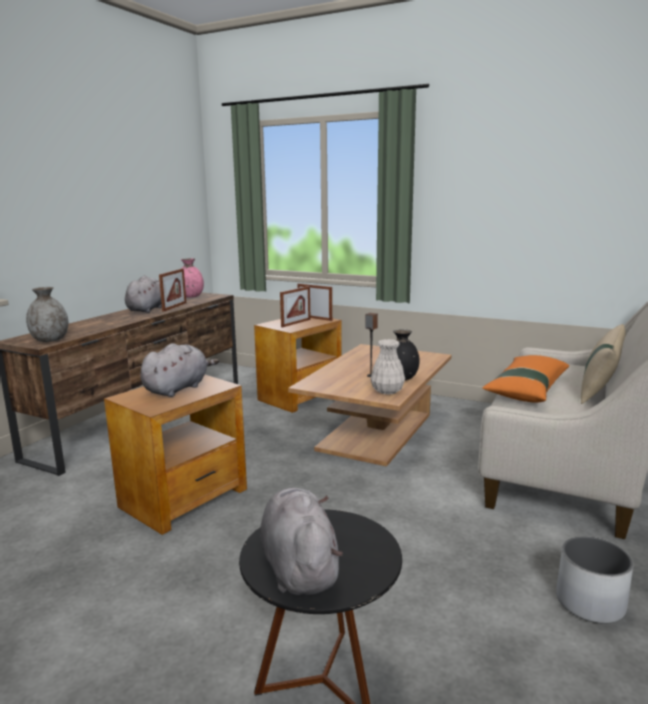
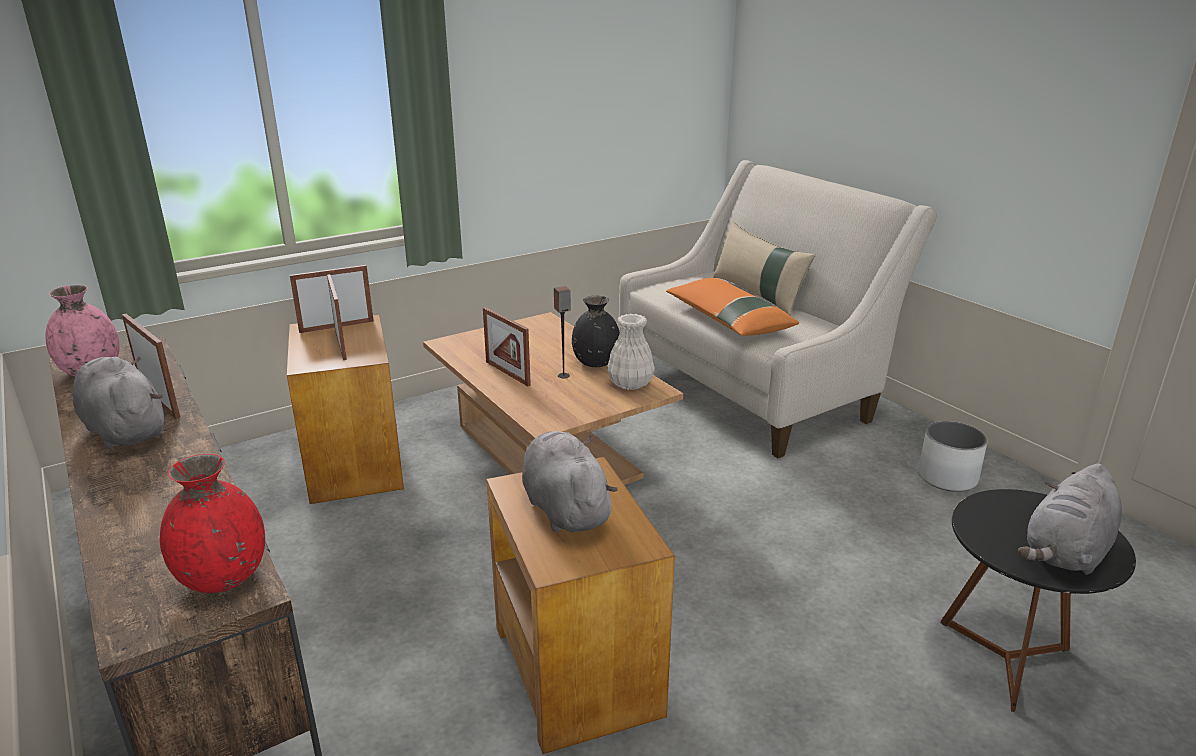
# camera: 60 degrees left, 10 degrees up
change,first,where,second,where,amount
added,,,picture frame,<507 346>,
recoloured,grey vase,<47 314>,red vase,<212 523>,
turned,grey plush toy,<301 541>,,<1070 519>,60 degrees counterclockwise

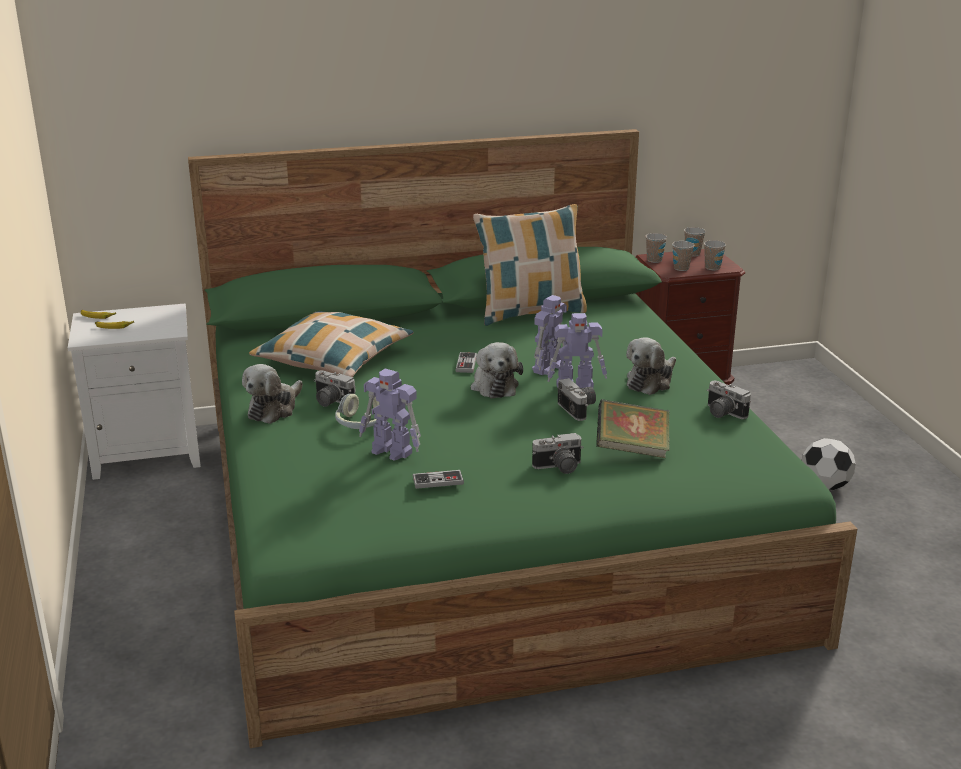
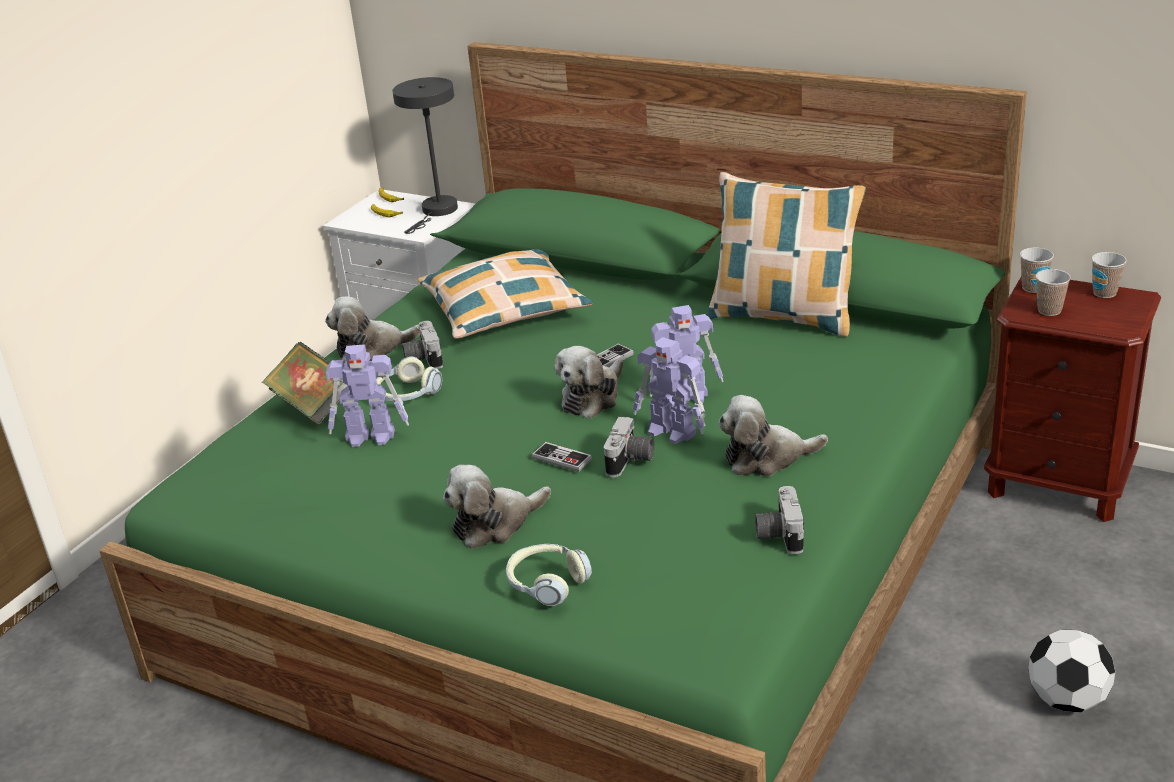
# camera: 45 degrees right, 5 degrees up
change,first,where,second,where,amount
removed,cup,<715 255>,,,
added,,,grey table lamp,<425 155>,
added,,,headphones,<549 575>,
moved,game controller,<438 479>,,<562 457>,
moved,book,<633 428>,,<305 383>,
replaced,photo camera,<557 453>,plush toy,<497 507>,
turned,toy robot,<390 414>,,<367 396>,75 degrees counterclockwise

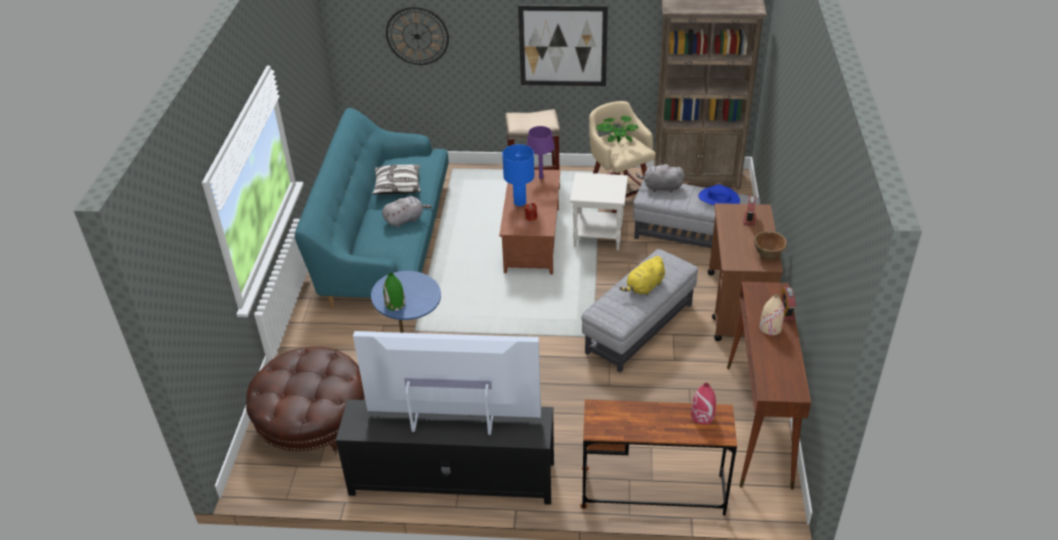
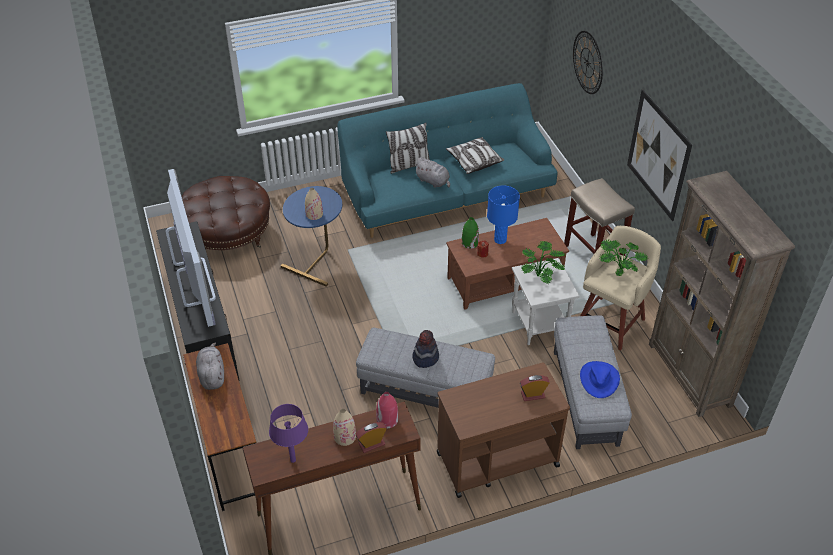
# camera: 65 degrees right, 5 degrees up
change,first,where,second,where,amount
removed,brown bowl,<770 245>,,,
added,,,beige vase,<314 204>,
added,,,pillow,<408 148>,
added,,,potted plant,<543 262>,
moved,green vase,<394 292>,,<470 233>,
moved,purple table lamp,<541 152>,,<288 433>,
moved,grey plush toy,<660 178>,,<210 366>,
moved,red vase,<703 403>,,<387 410>,
replaced,yellow plush toy,<642 275>,hat,<425 349>,

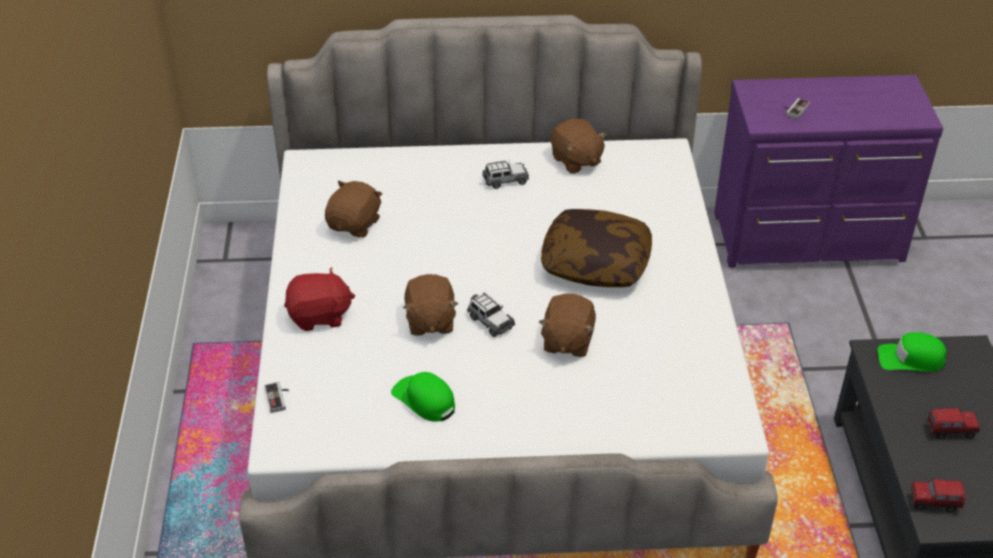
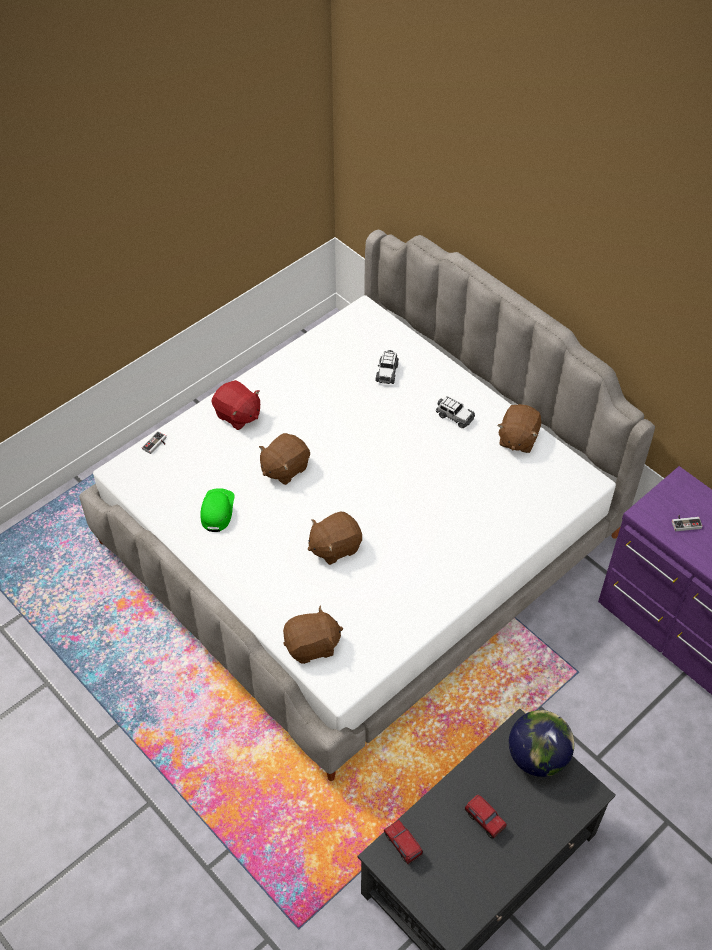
# camera: 50 degrees right, 10 degrees up
change,first,where,second,where,amount
removed,pillow,<596 248>,,,
moved,brown plush toy,<353 208>,,<313 634>,
moved,toy car,<491 314>,,<387 367>,
replaced,green cap,<912 352>,globe,<541 743>,

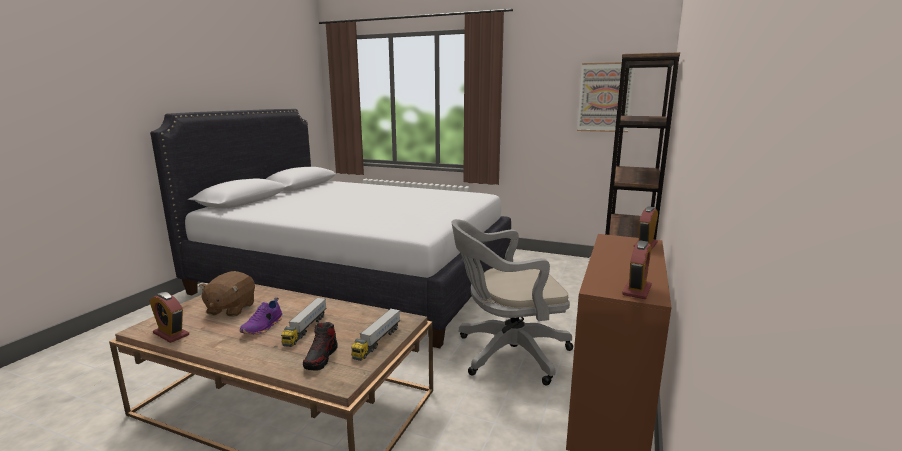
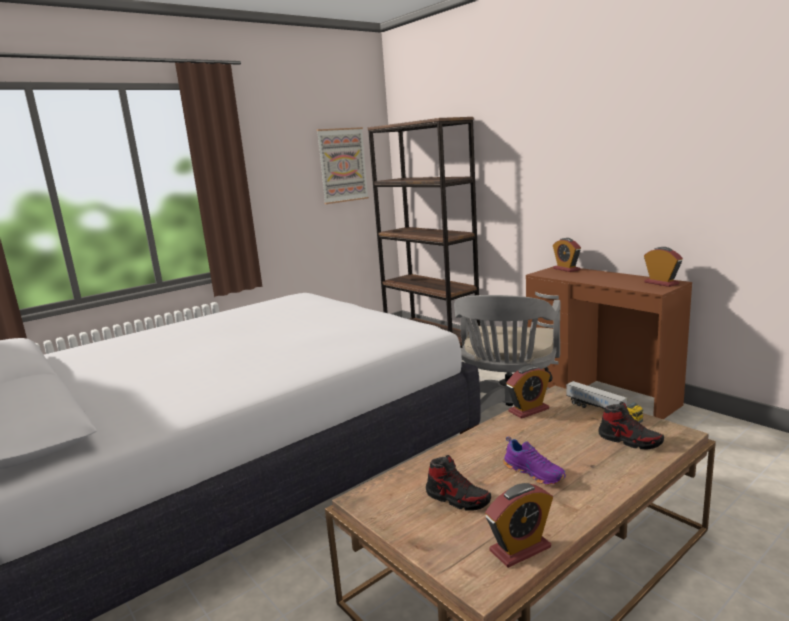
# camera: 60 degrees left, 0 degrees up
change,first,where,second,where,amount
removed,toy truck,<304 322>,,,
added,,,alarm clock,<528 392>,
replaced,brown plush toy,<227 294>,shoe,<458 483>,

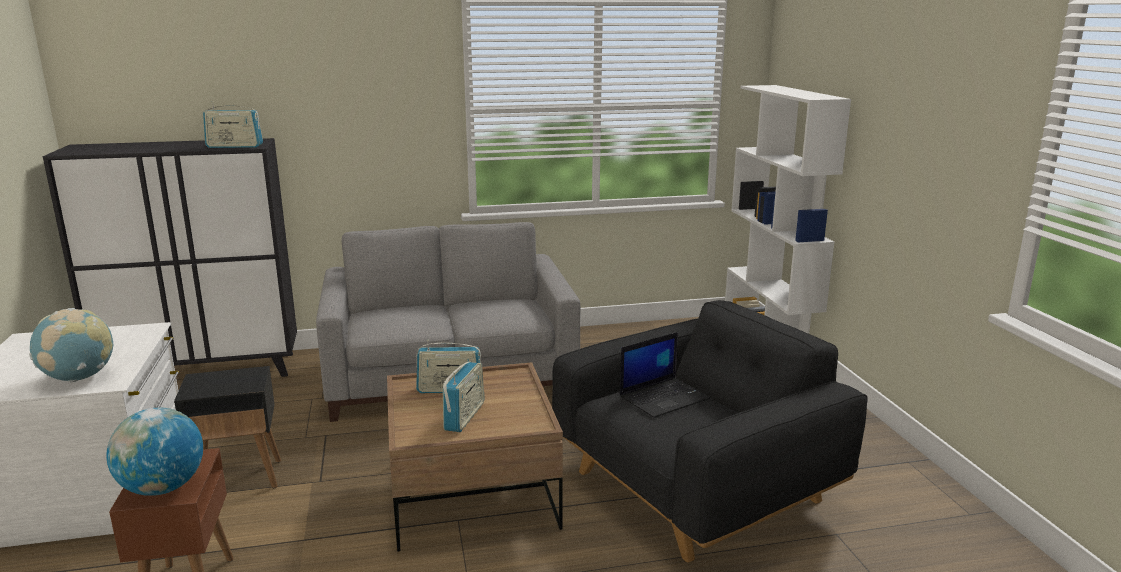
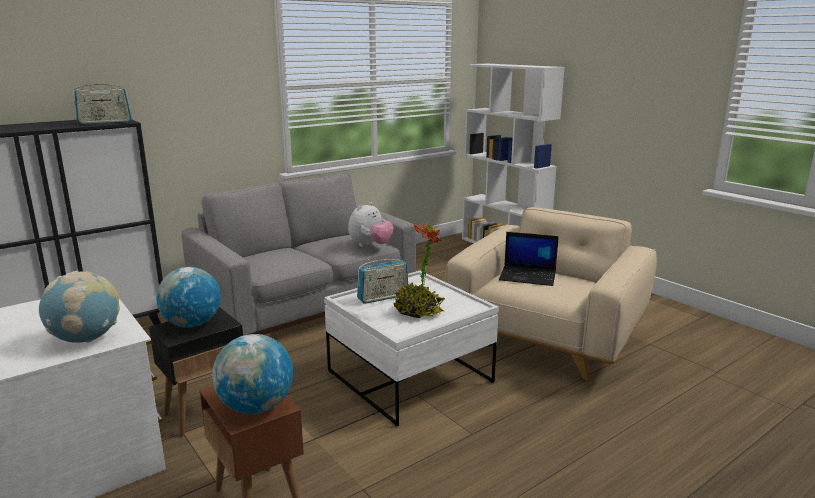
# camera: 25 degrees left, 0 degrees up
change,first,where,second,where,amount
added,,,globe,<188 297>,
added,,,plush toy,<371 224>,
replaced,radio,<463 396>,potted plant,<419 270>,
recoloured,brown coffee table,<475 457>,white coffee table,<411 348>,
recoloured,black armchair,<710 431>,beige armchair,<551 294>,
turned,laptop,<665 375>,,<529 259>,75 degrees clockwise

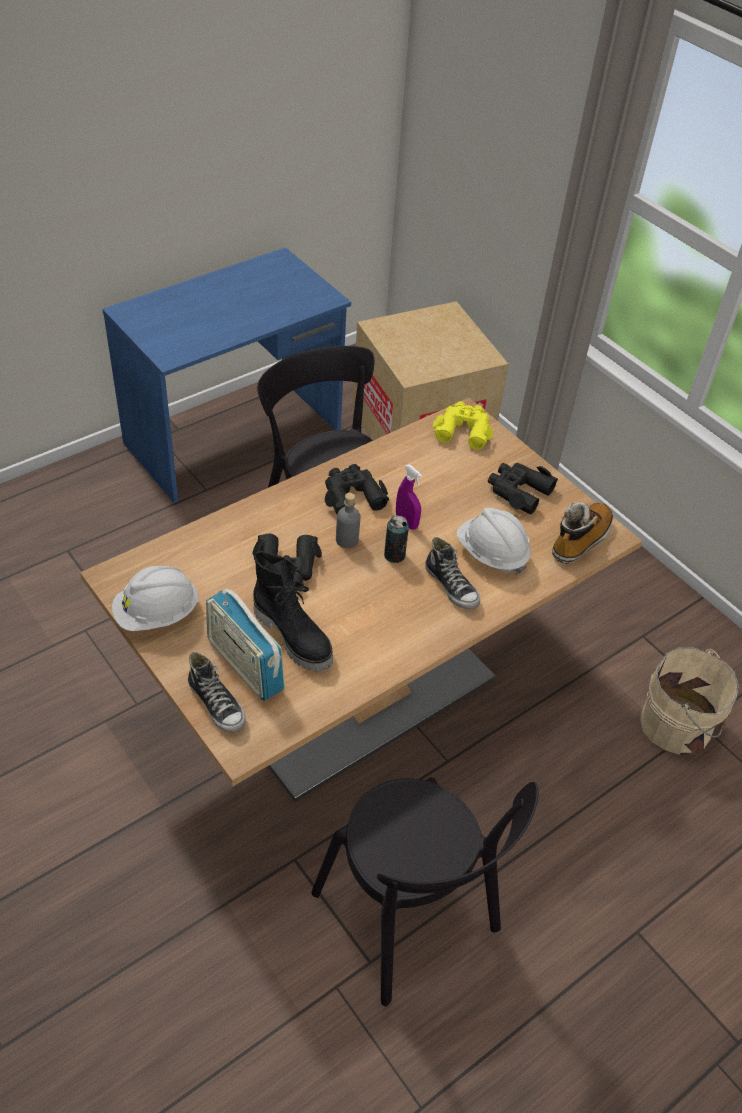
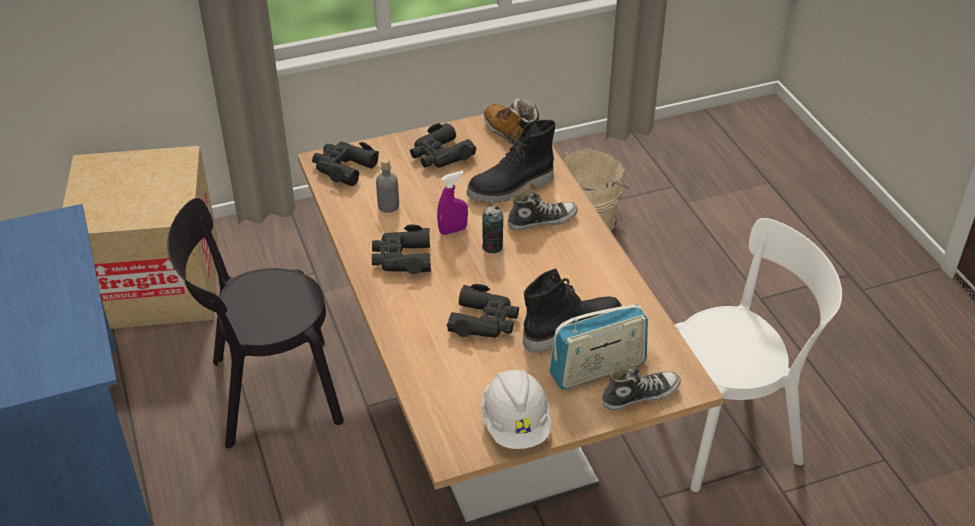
# camera: 70 degrees left, 5 degrees down
change,first,where,second,where,amount
moved,grey bottle,<348 520>,,<387 185>,
replaced,white hard hat,<494 541>,black boot,<511 161>,
recoloured,black chair,<424 891>,white chair,<758 355>,
recoloured,yellow binoculars,<463 426>,black binoculars,<345 164>,

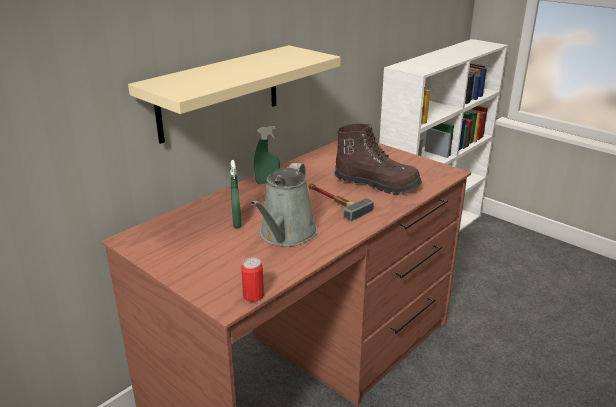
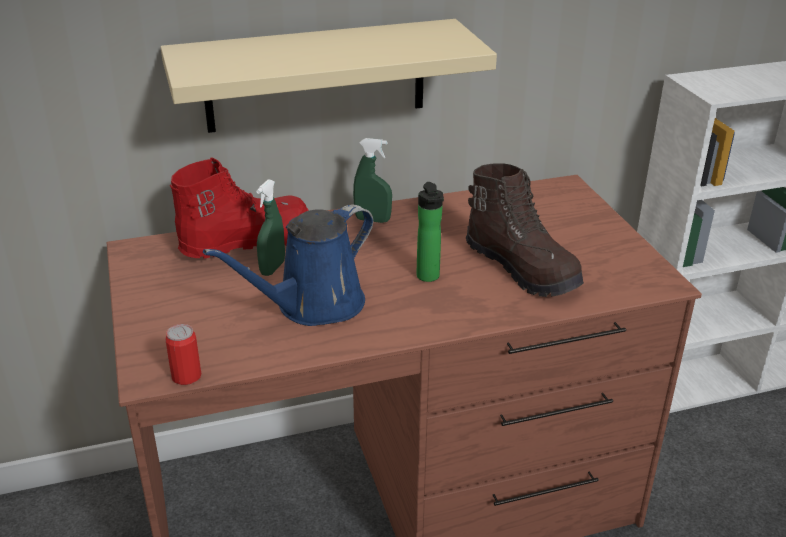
# camera: 30 degrees right, 5 degrees up
change,first,where,second,where,amount
added,,,red boot,<239 207>,
replaced,hammer,<341 202>,bottle,<430 232>,
recoloured,grey watering can,<284 205>,blue watering can,<288 265>,

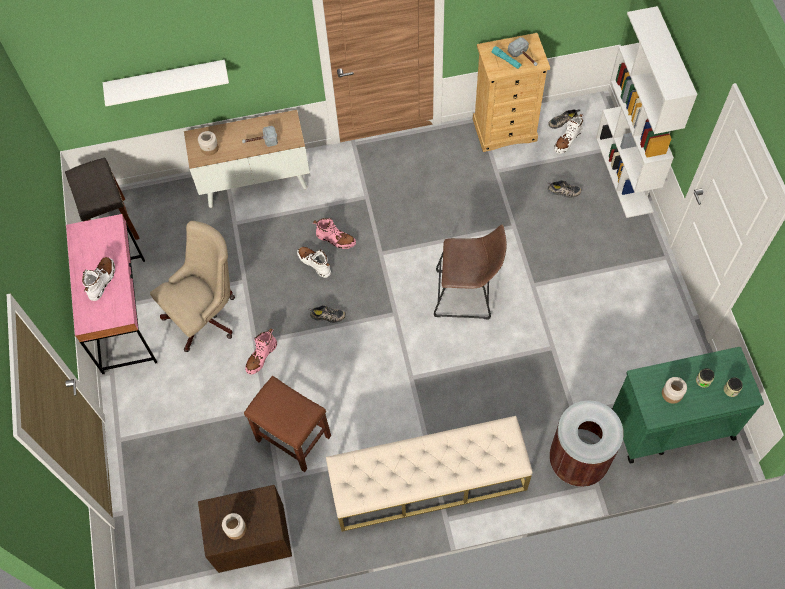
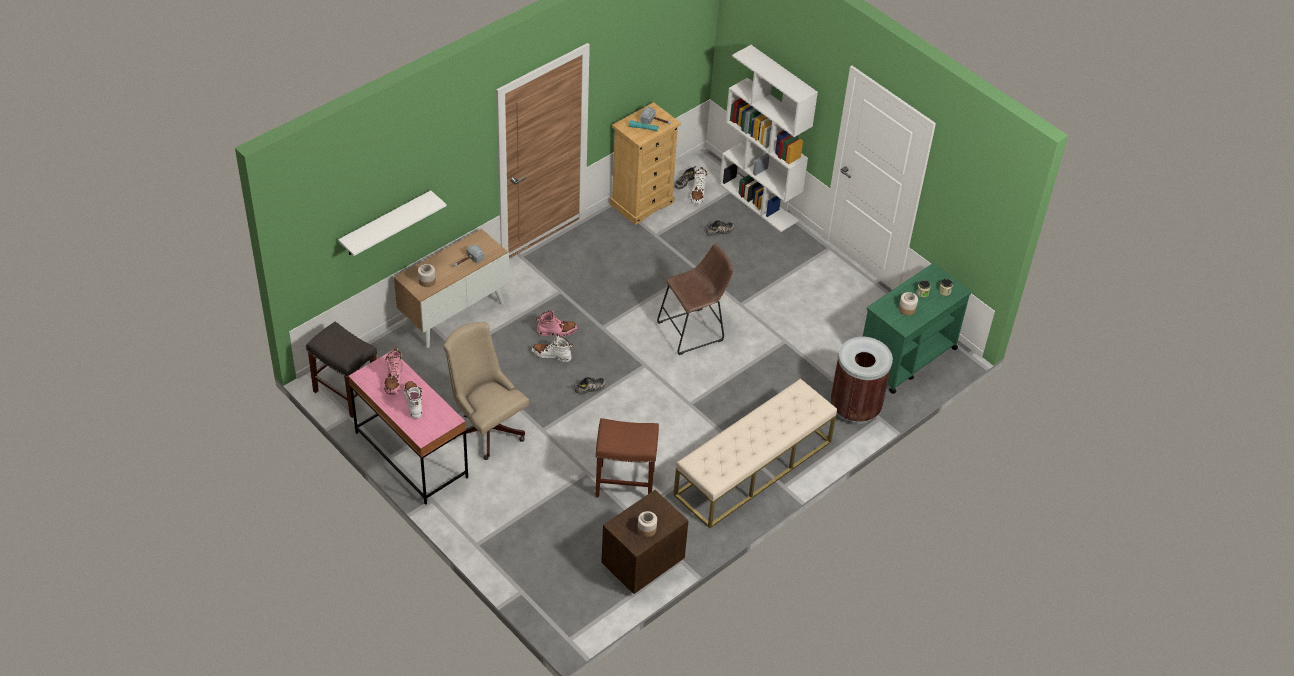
# camera: 35 degrees left, 15 degrees down
change,first,where,second,where,amount
moved,pink boot,<261 351>,,<393 371>,
turned,beige office chair,<192 286>,,<486 391>,60 degrees counterclockwise

